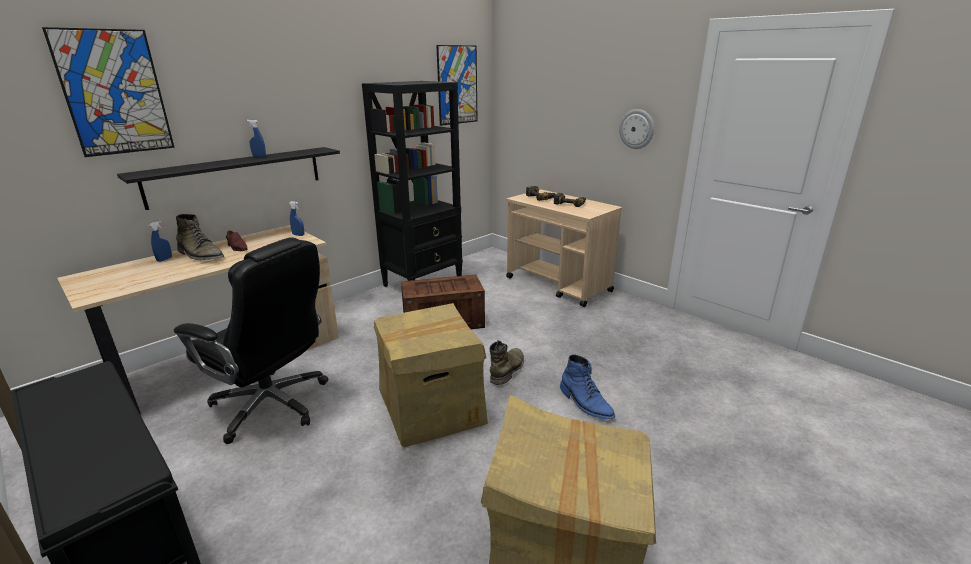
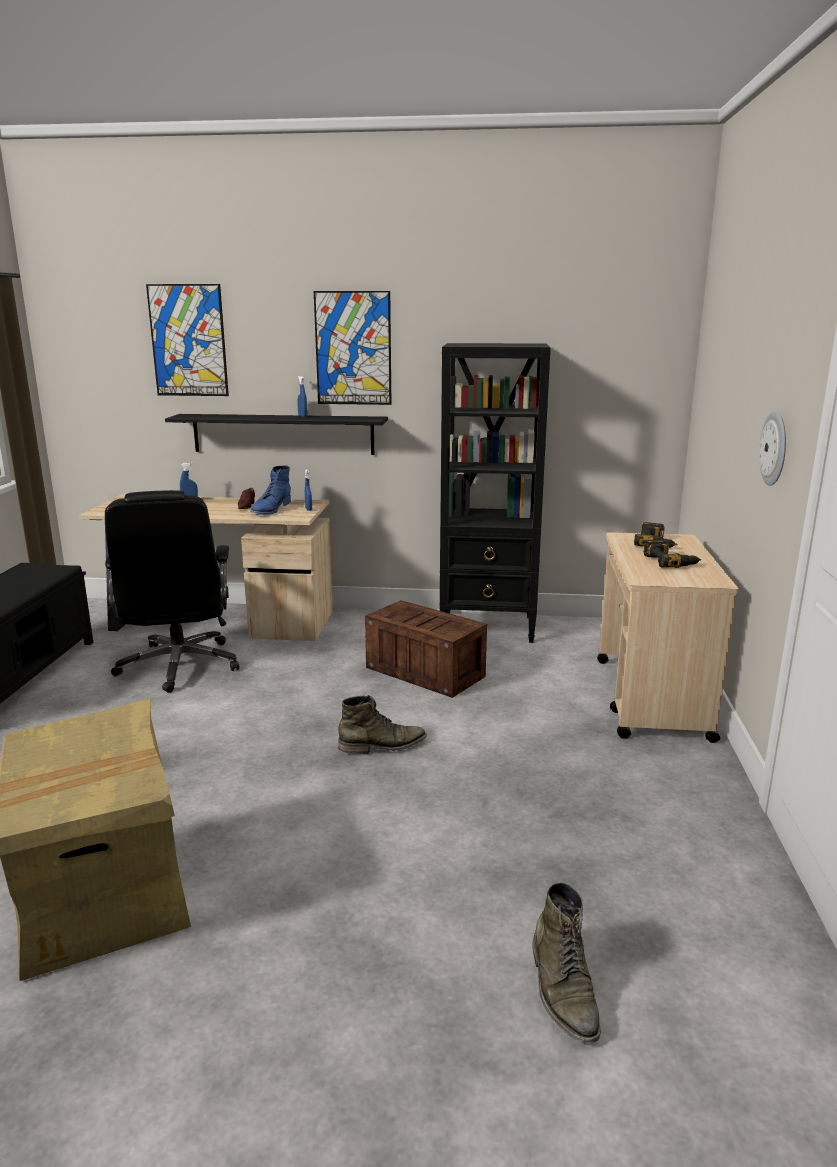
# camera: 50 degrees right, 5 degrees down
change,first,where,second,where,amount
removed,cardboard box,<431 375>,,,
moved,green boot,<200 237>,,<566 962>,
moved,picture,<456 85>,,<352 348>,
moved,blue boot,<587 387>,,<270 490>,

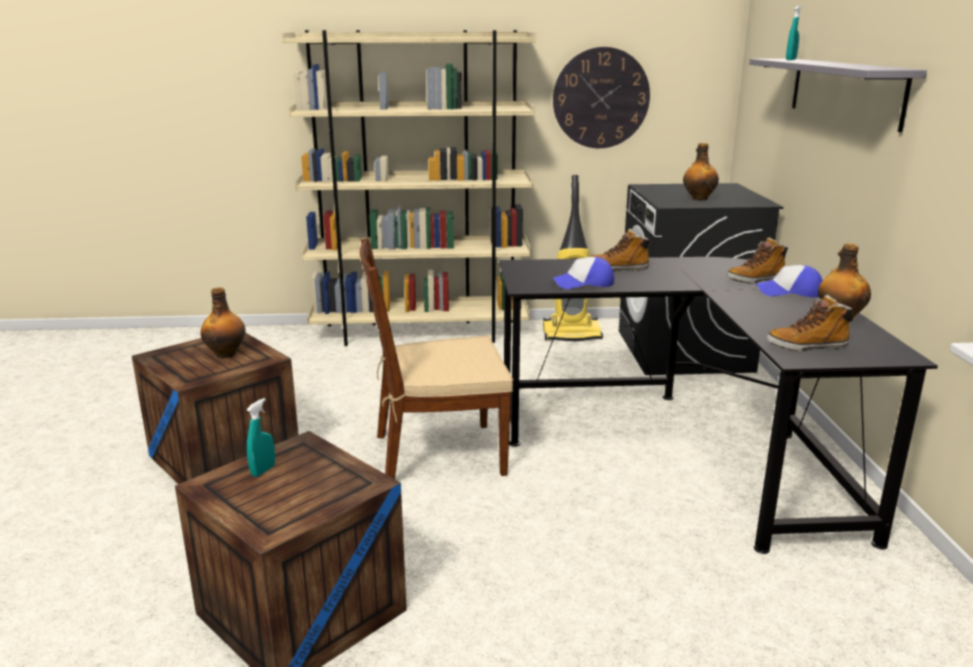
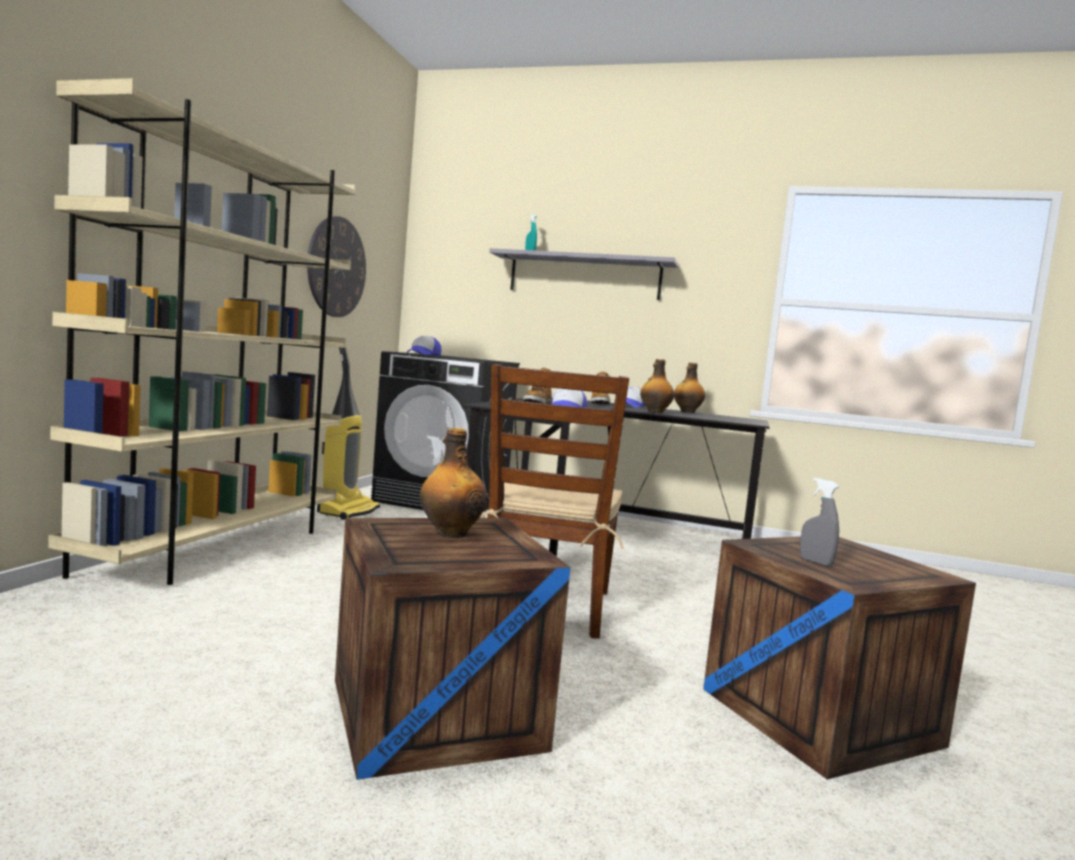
# camera: 70 degrees left, 15 degrees down
change,first,where,second,where,amount
removed,boot,<810 322>,,,
added,,,cap,<424 345>,
moved,bottle,<701 172>,,<657 386>,
recoloured,turquoise spray bottle,<261 437>,grey spray bottle,<819 522>,

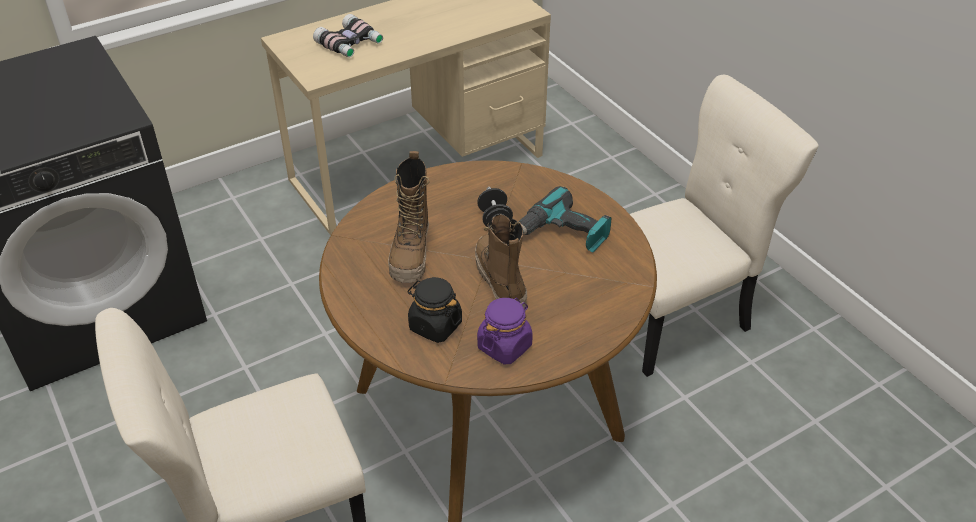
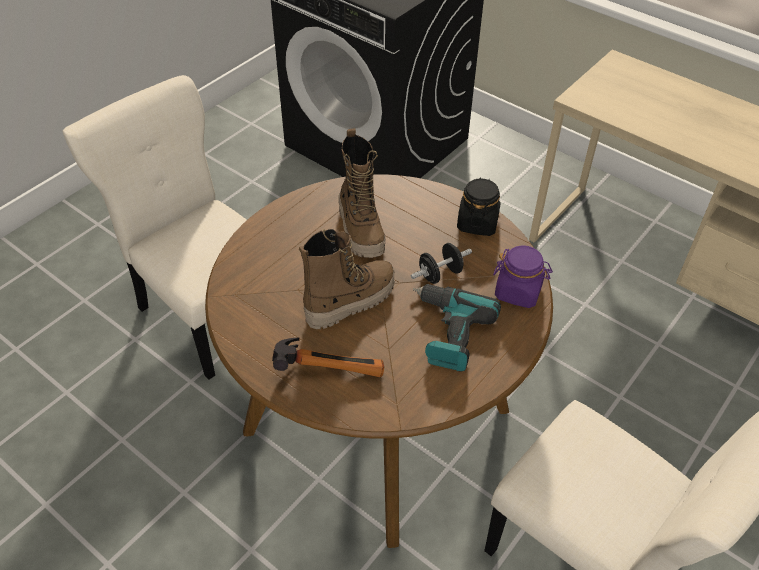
# camera: 70 degrees right, 5 degrees up
change,first,where,second,where,amount
removed,binoculars,<348 35>,,,
added,,,hammer,<328 357>,
moved,black jar,<434 310>,,<479 206>,
moved,purple jar,<505 331>,,<523 276>,
turned,boot,<408 217>,,<361 193>,90 degrees counterclockwise

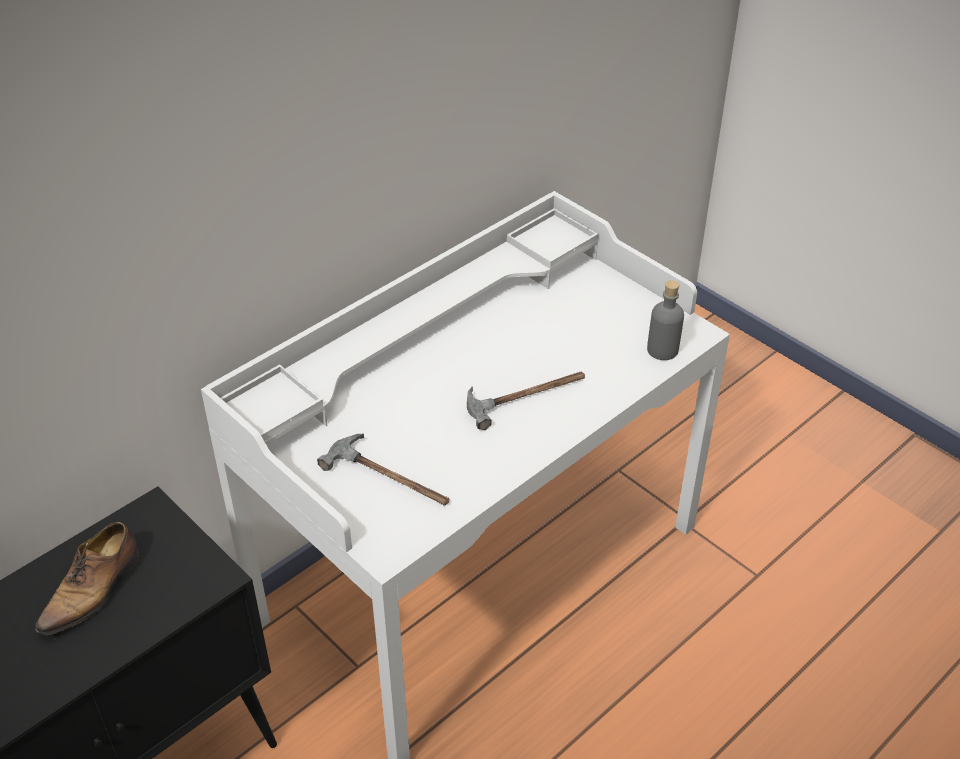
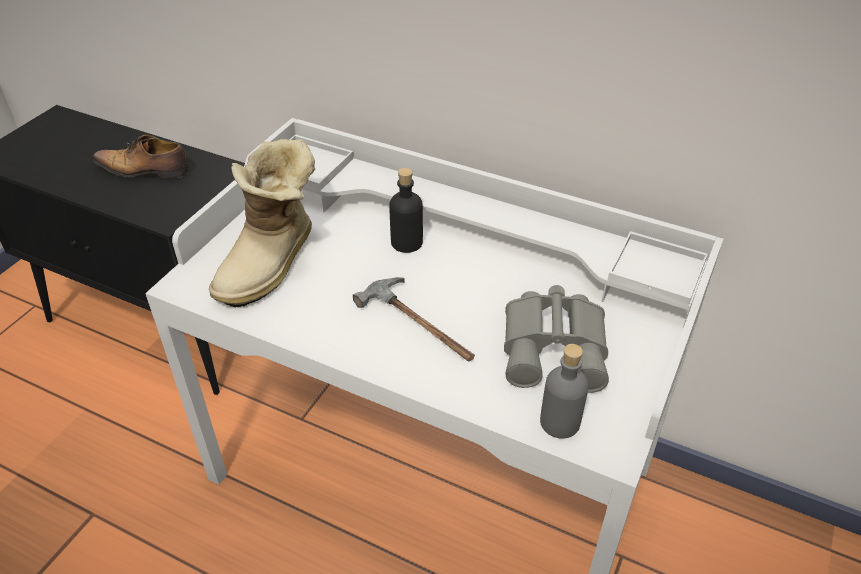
# camera: 70 degrees right, 0 degrees up
change,first,where,second,where,amount
added,,,black bottle,<406 210>,
added,,,grey binoculars,<556 339>,
replaced,hammer,<383 469>,boot,<262 223>,

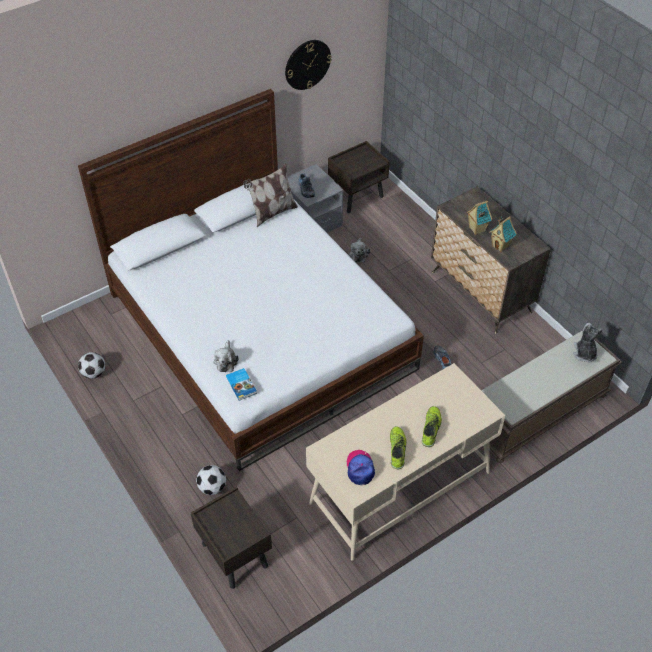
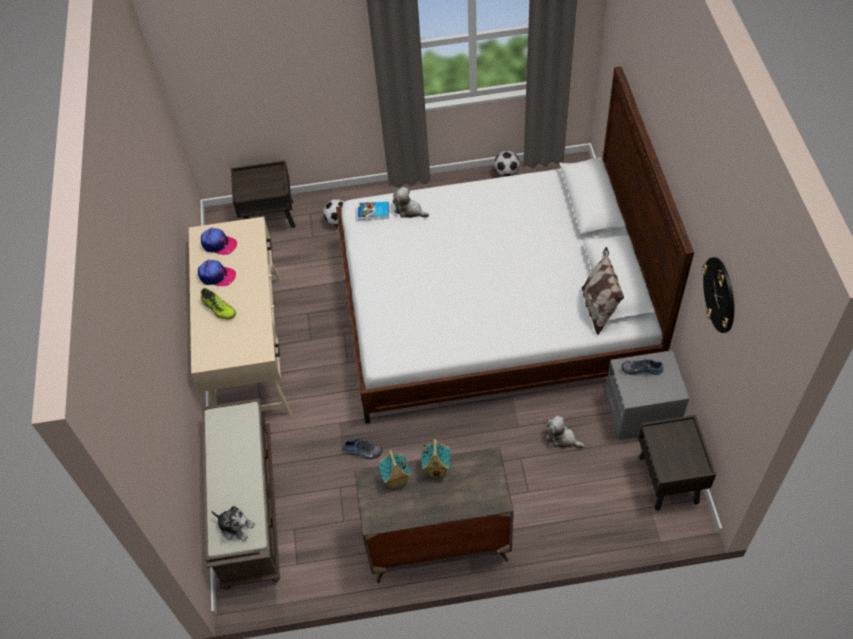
# camera: 120 degrees right, 5 degrees up
change,first,where,second,where,amount
replaced,shoe,<398 447>,cap,<217 273>,

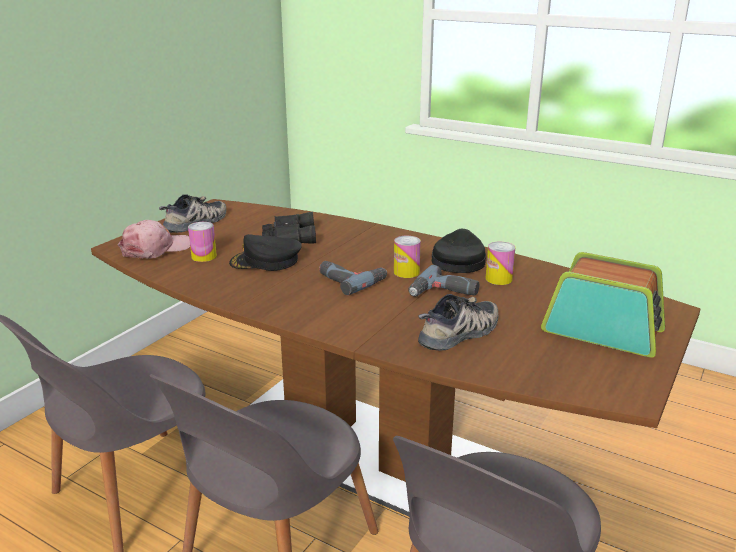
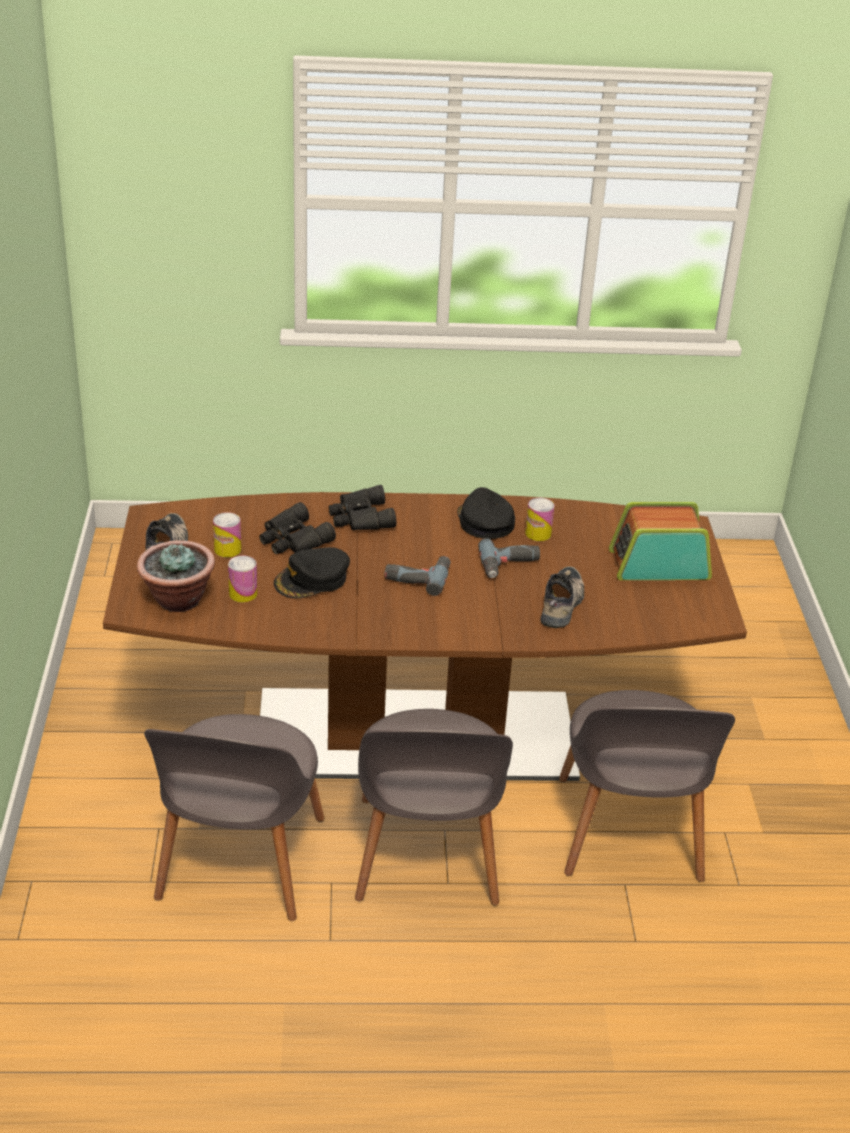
# camera: 35 degrees left, 10 degrees up
change,first,where,second,where,amount
added,,,black binoculars,<362 507>,
moved,can,<407 257>,,<227 534>,
replaced,pink cap,<154 239>,potted plant,<176 576>,

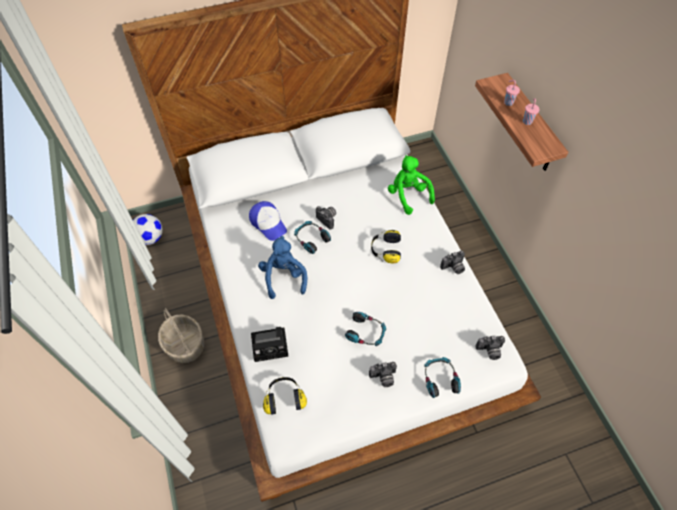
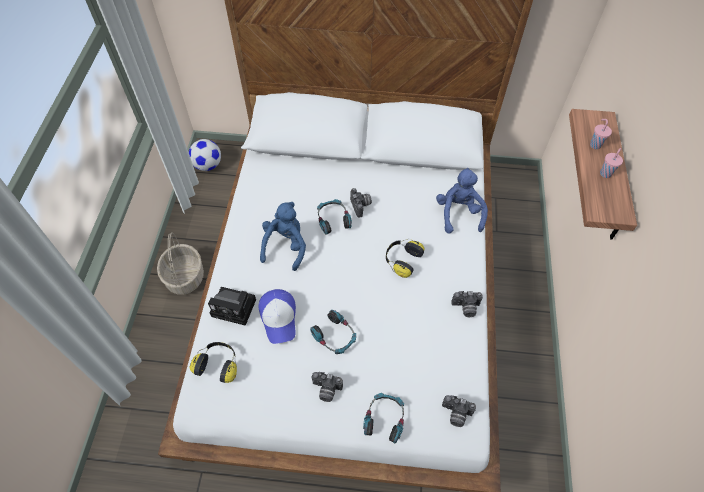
# camera: 25 degrees right, 0 degrees up
change,first,where,second,where,amount
moved,cap,<268 221>,,<277 316>,
recoloured,green plush toy,<411 185>,blue plush toy,<462 201>,

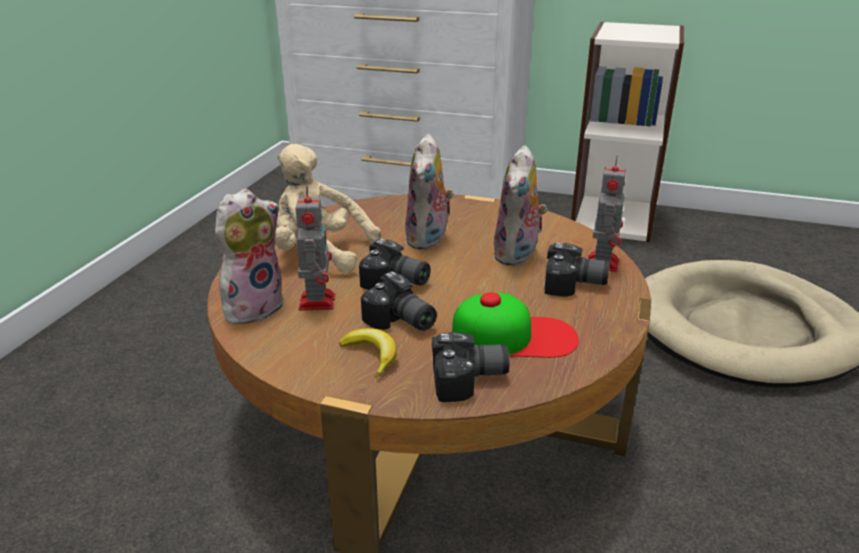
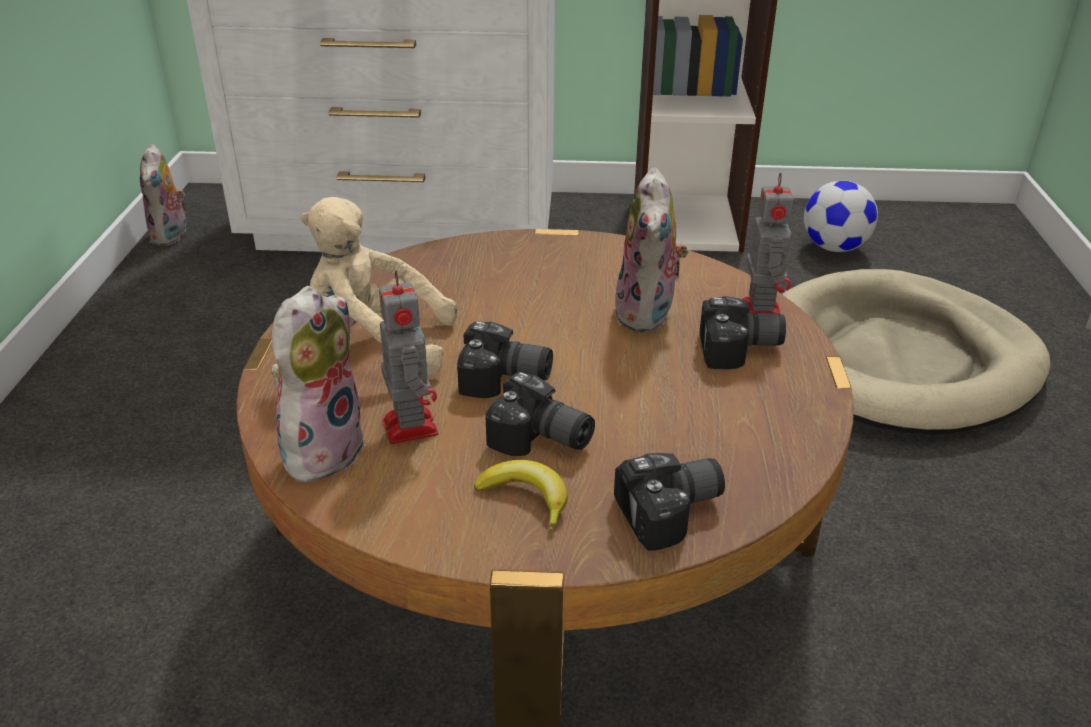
# camera: 15 degrees left, 5 degrees up
change,first,where,second,where,amount
removed,cap,<515 325>,,,
added,,,football,<841 216>,
moved,plush toy,<429 191>,,<163 195>,

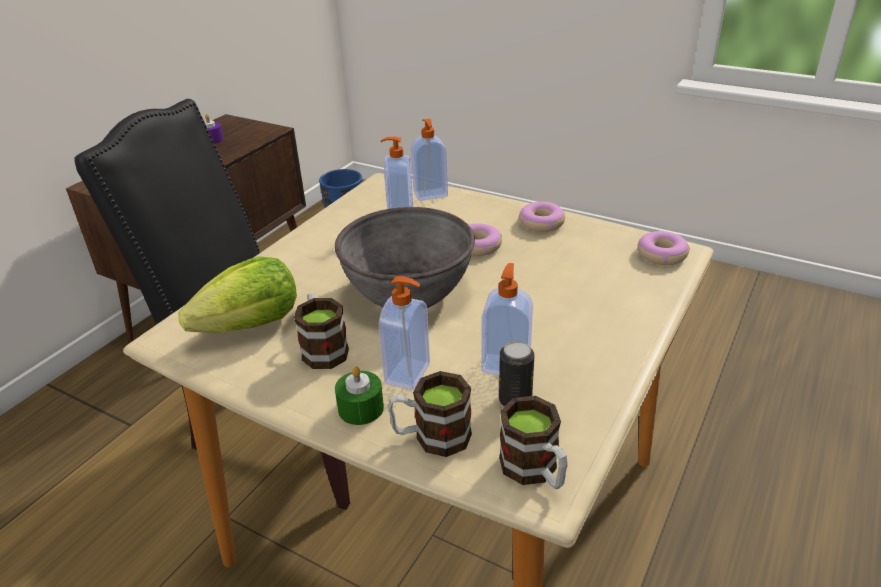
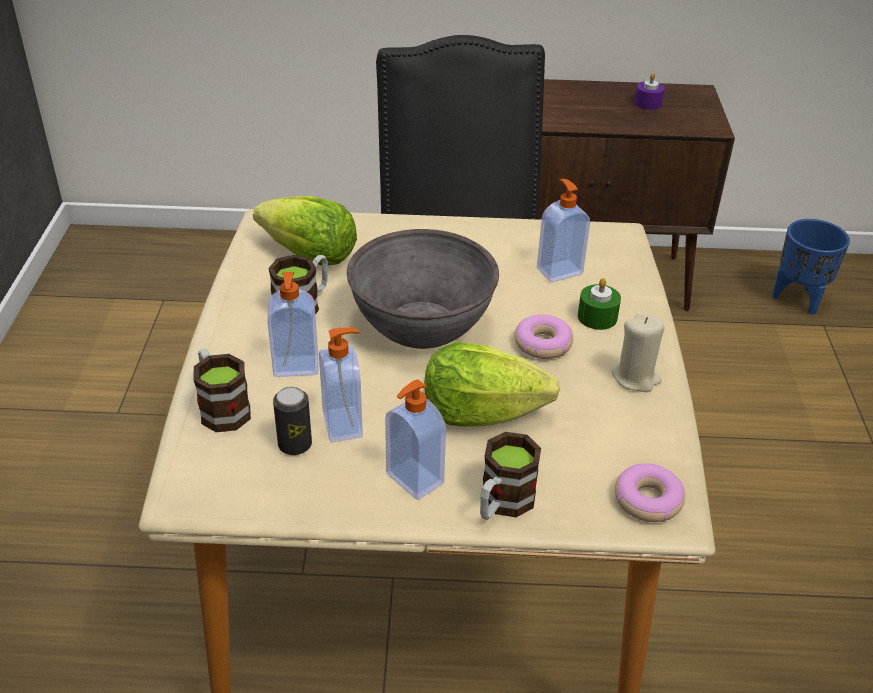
# camera: 60 degrees right, 5 degrees up
change,first,where,second,where,amount
added,,,lettuce,<492 384>,
moved,green candle,<359 395>,,<599 304>,
moved,soap dispenser,<429 160>,,<415 440>,
moved,mug,<533 442>,,<510 476>,
replaced,donut,<542 217>,beige candle,<638 352>,

